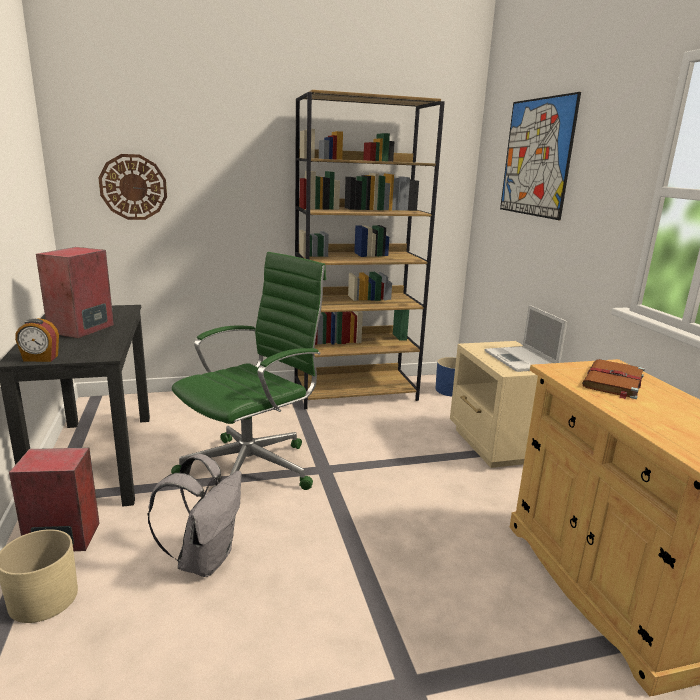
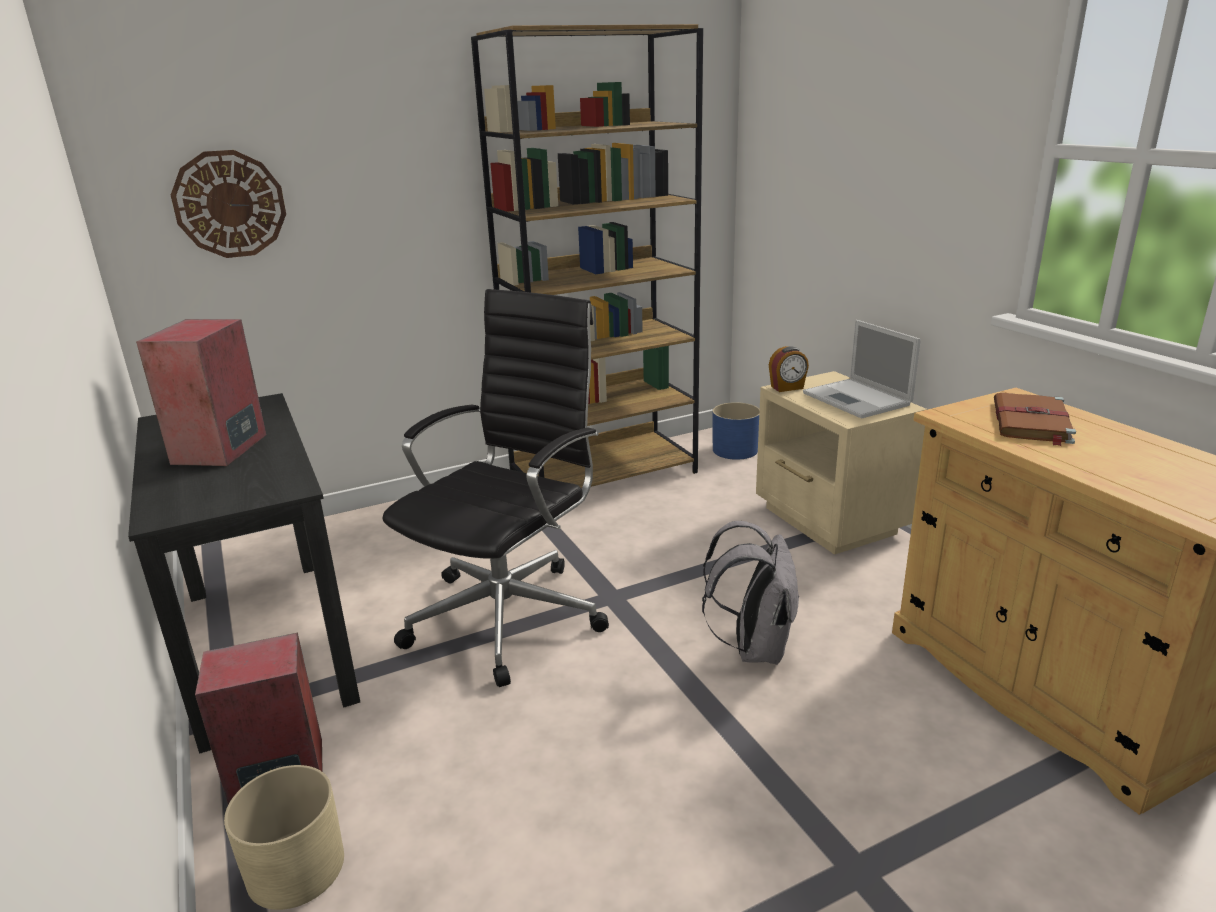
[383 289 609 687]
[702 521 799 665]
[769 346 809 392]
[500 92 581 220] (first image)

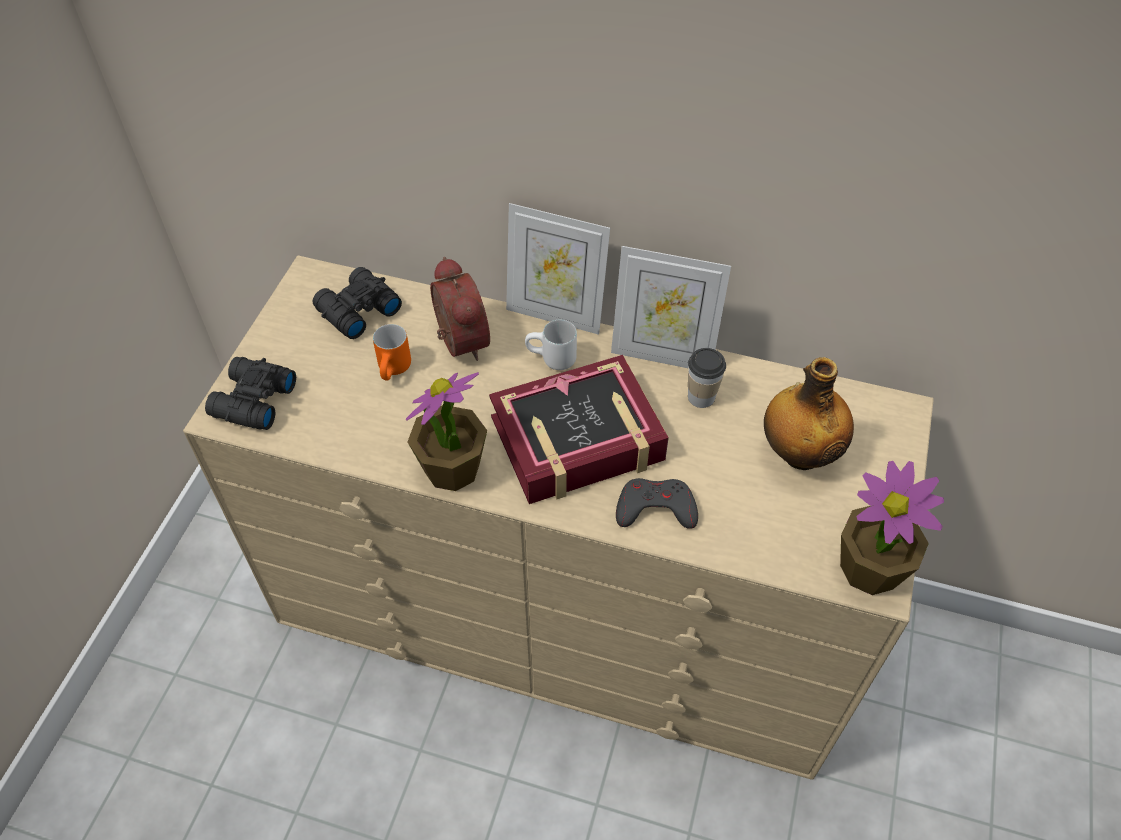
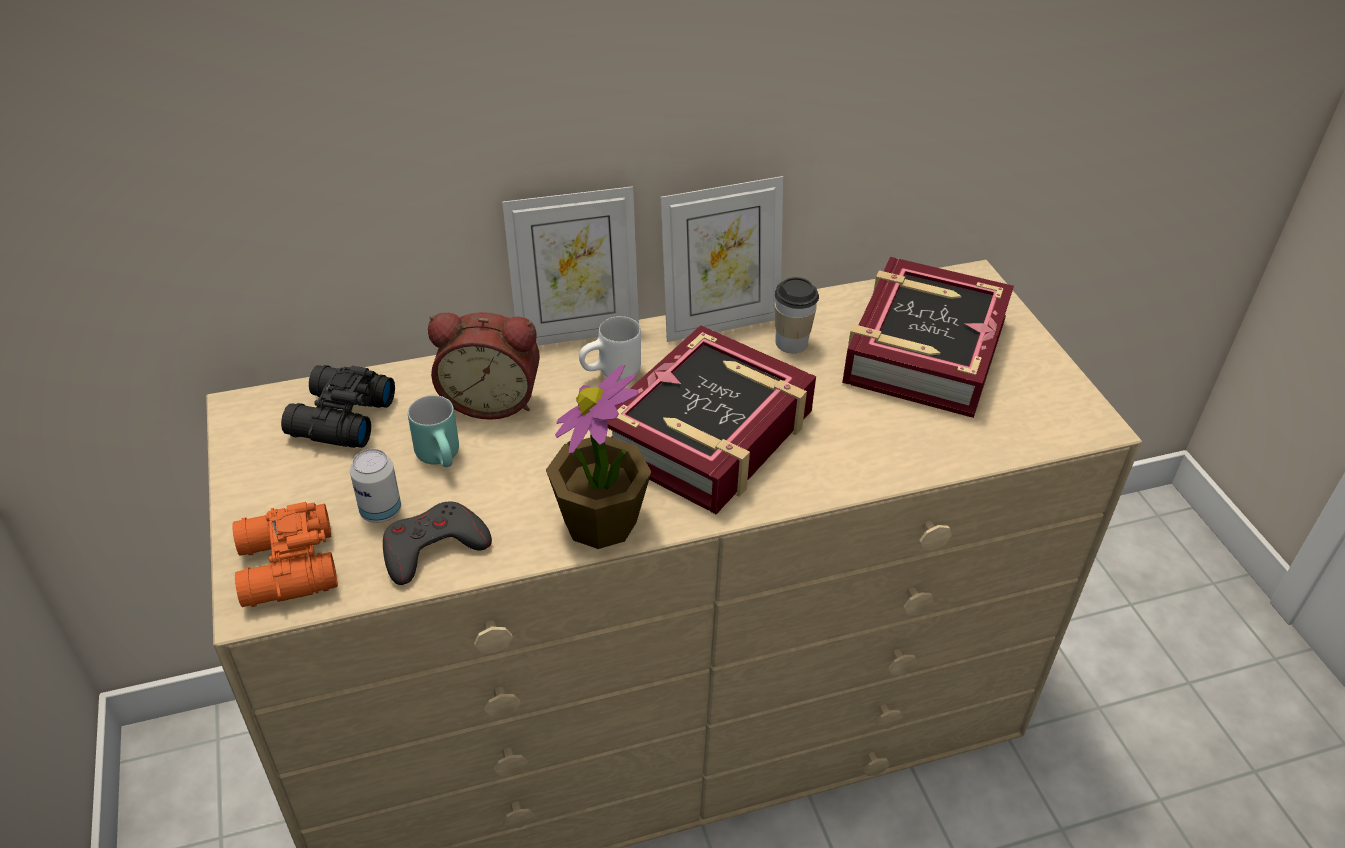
[232 502 338 607]
[350 449 401 523]
[383 502 492 585]
[408 395 459 467]
[428 312 540 420]
[842 257 1014 418]
[840 461 944 595] (first image)

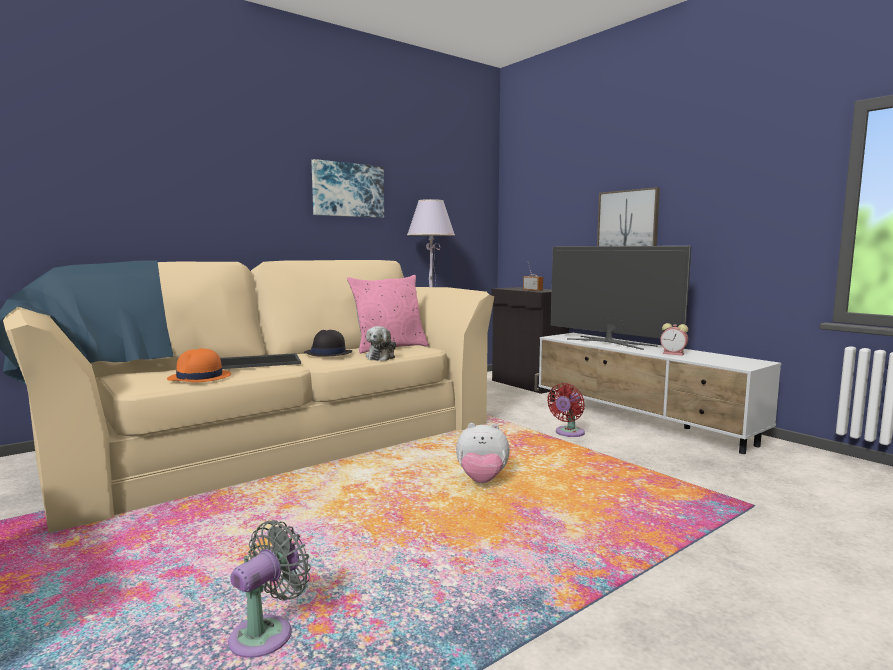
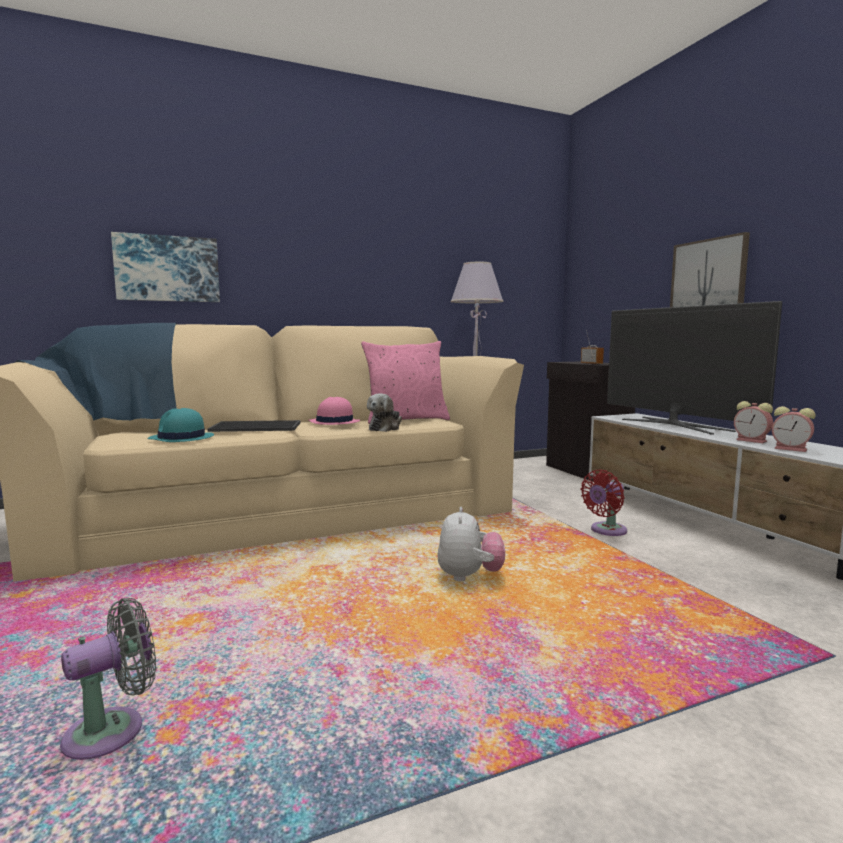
[111 232 220 302]
[148 408 214 442]
[309 397 360 425]
[437 507 505 581]
[772 406 816 452]

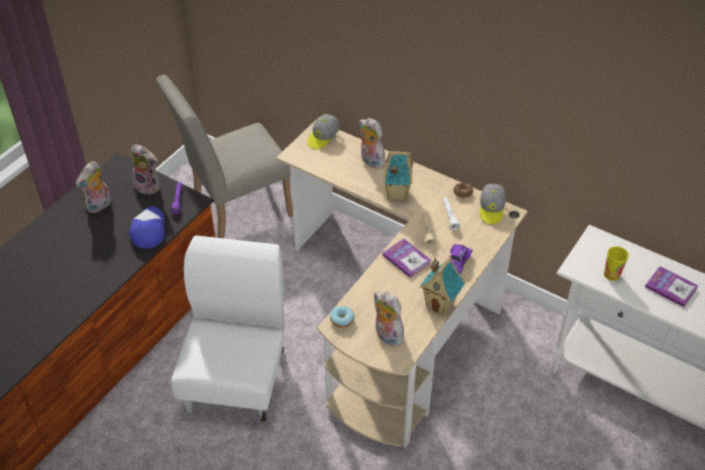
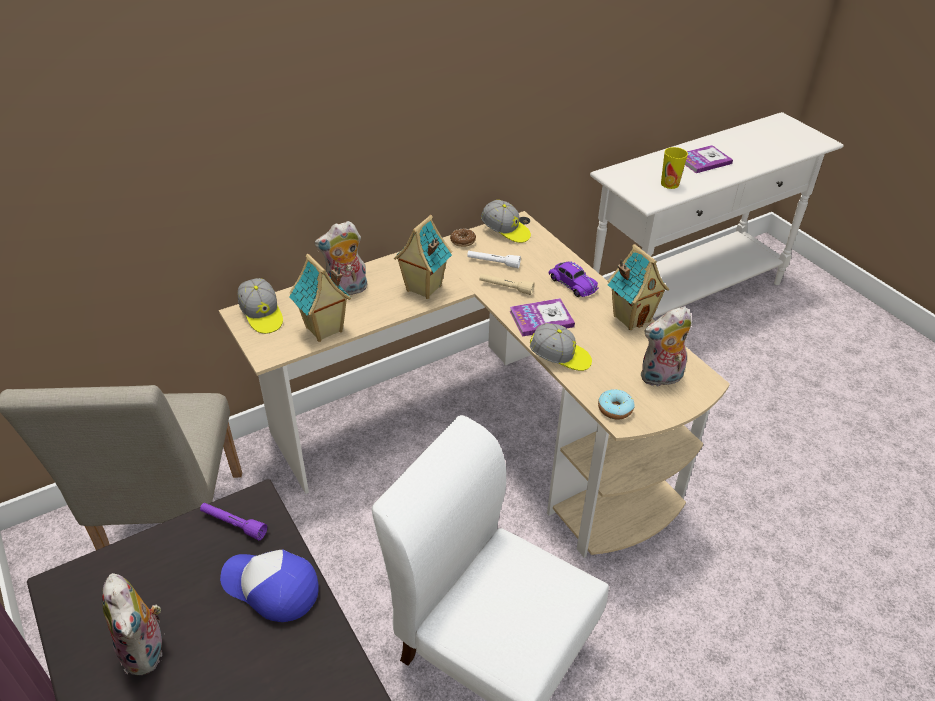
[289 254 351 342]
[530 323 592 371]
[130 144 160 195] (first image)

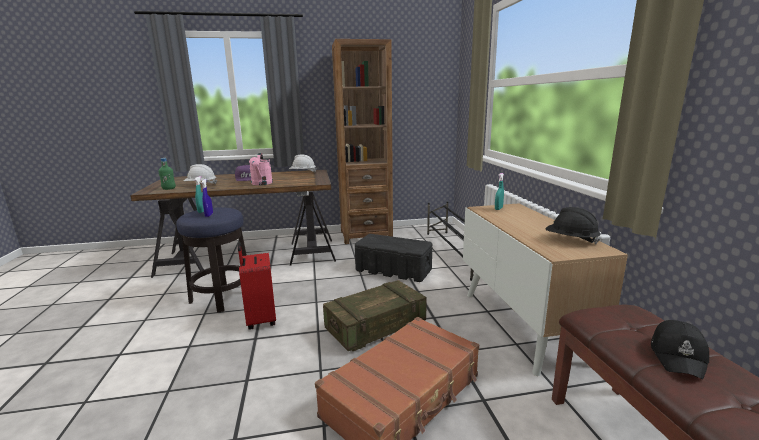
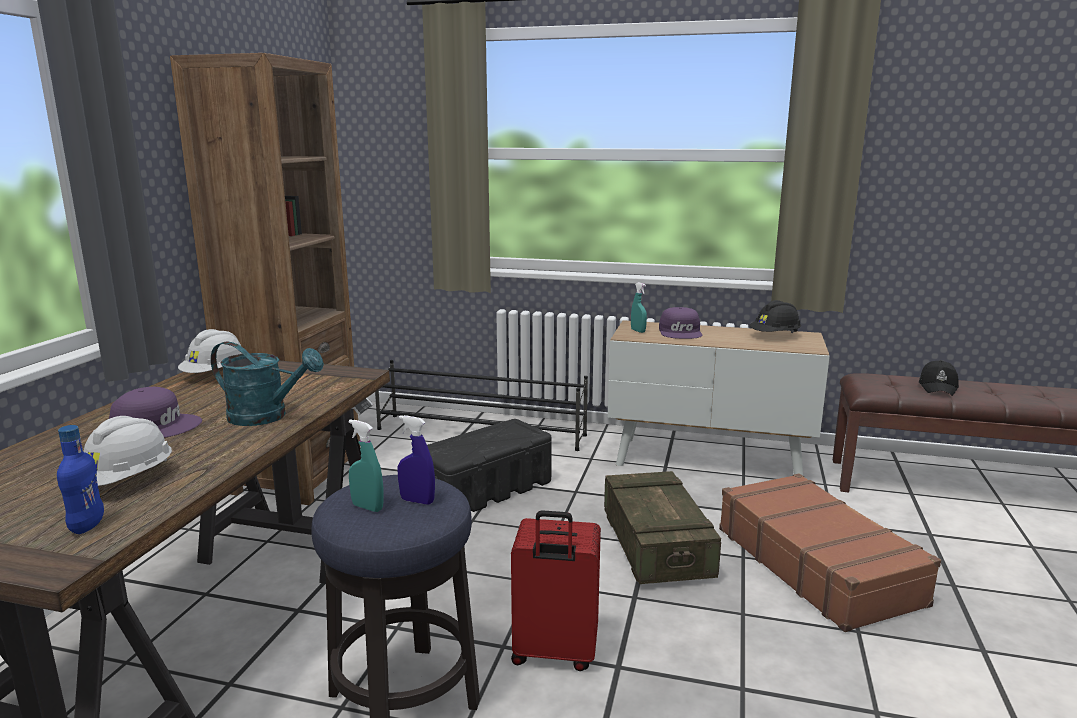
[57 425 104 534]
[211 341 324 426]
[659 307 702 339]
[919 360 959 396]

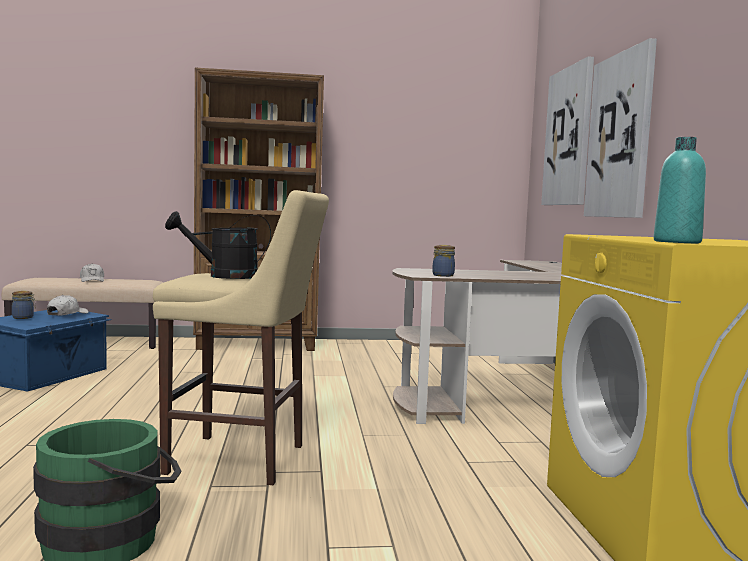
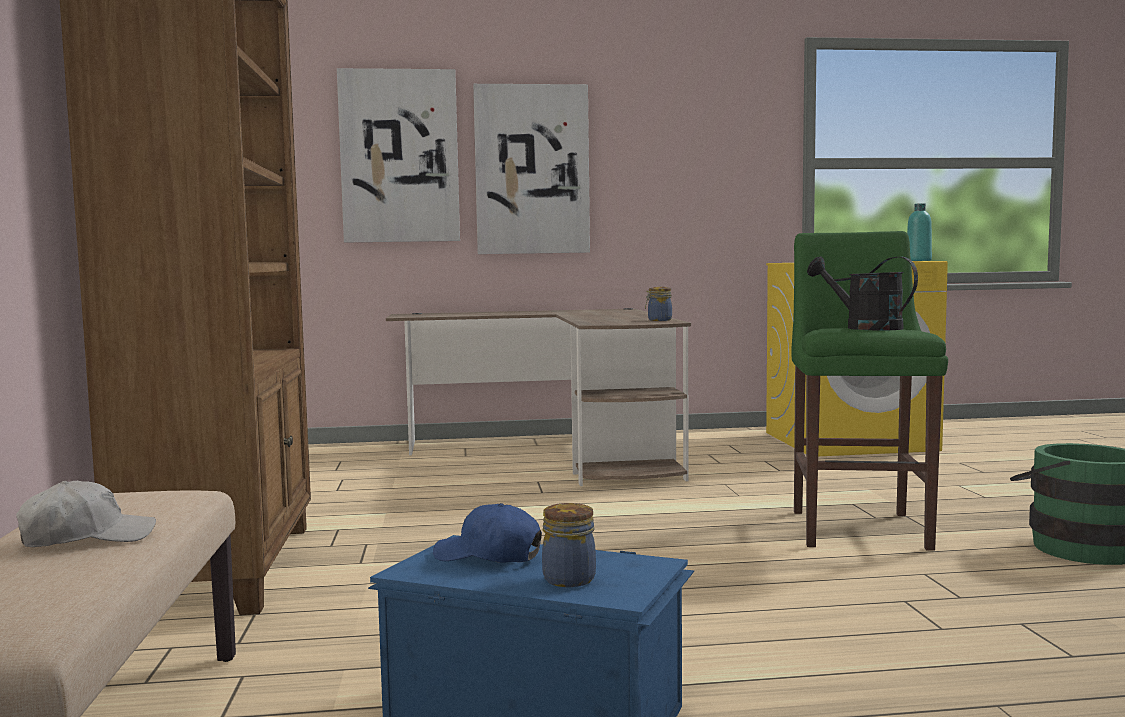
[433 503 542 563]
[791 231 948 551]
[807 256 918 330]

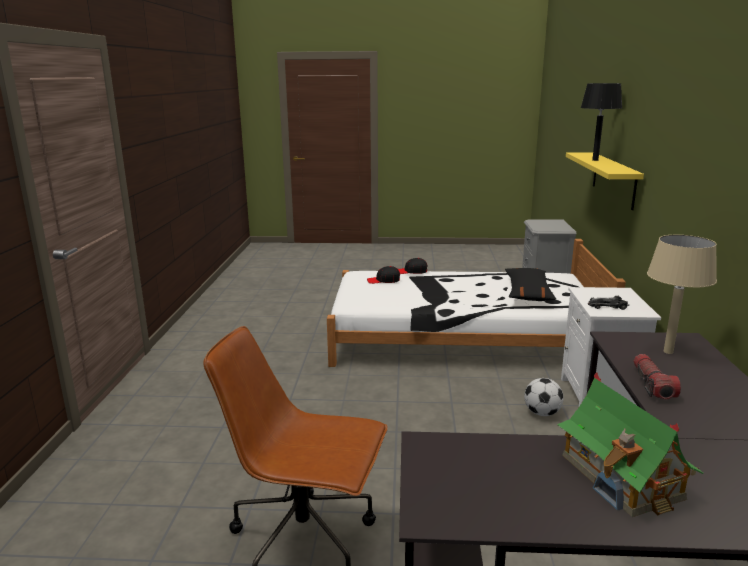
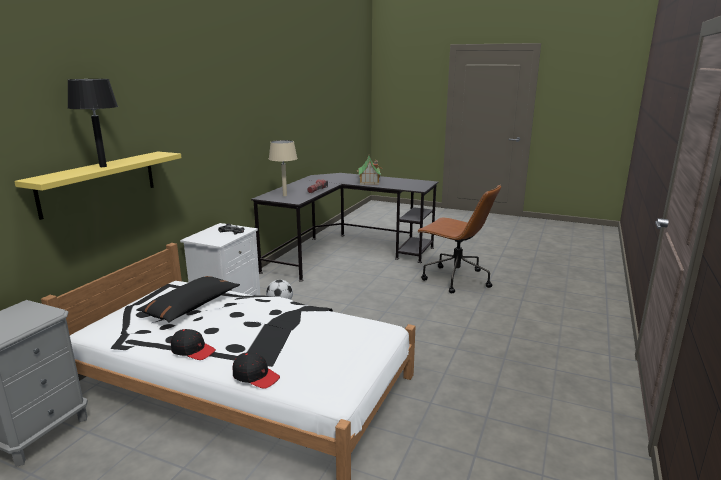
[171 329 216 360]

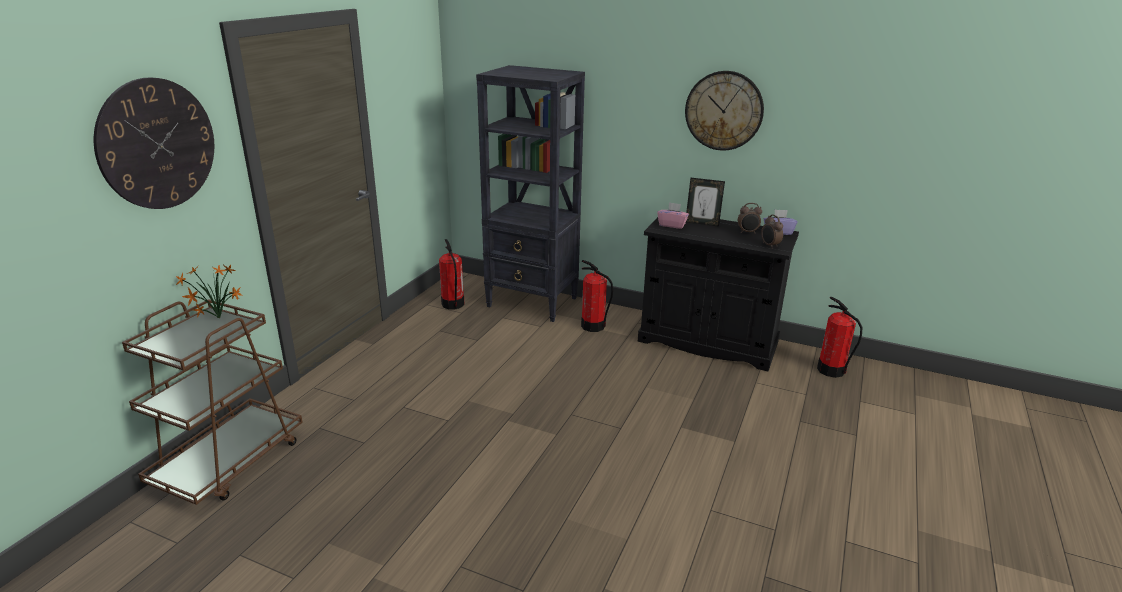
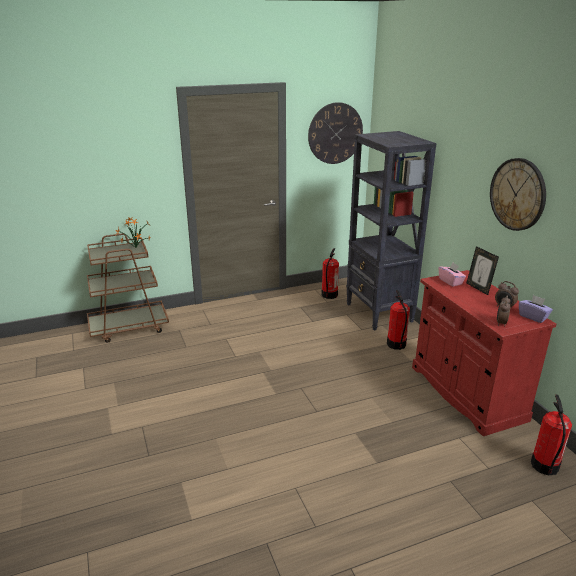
[308 102 363 164]
[412 270 556 436]

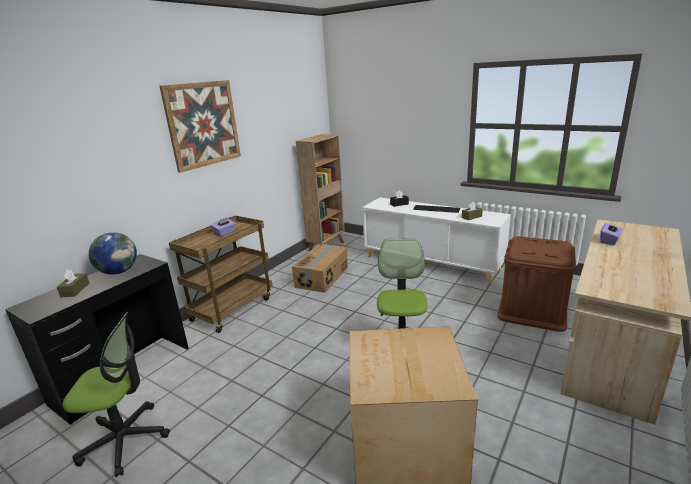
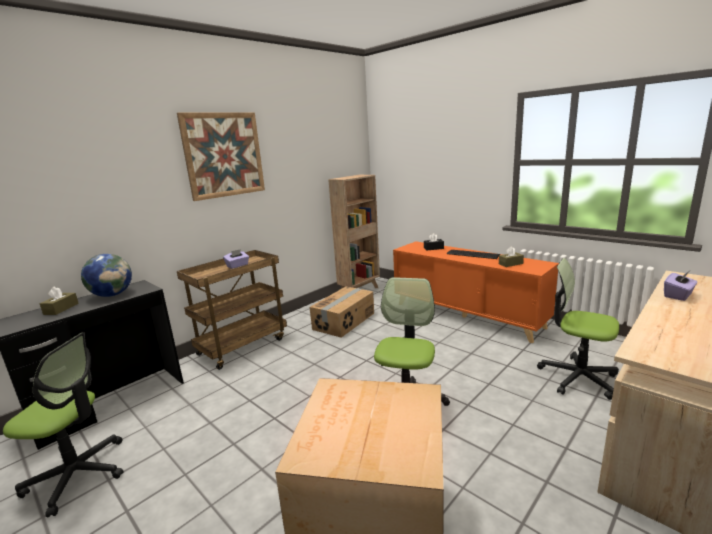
[393 241 559 343]
[537 258 619 400]

